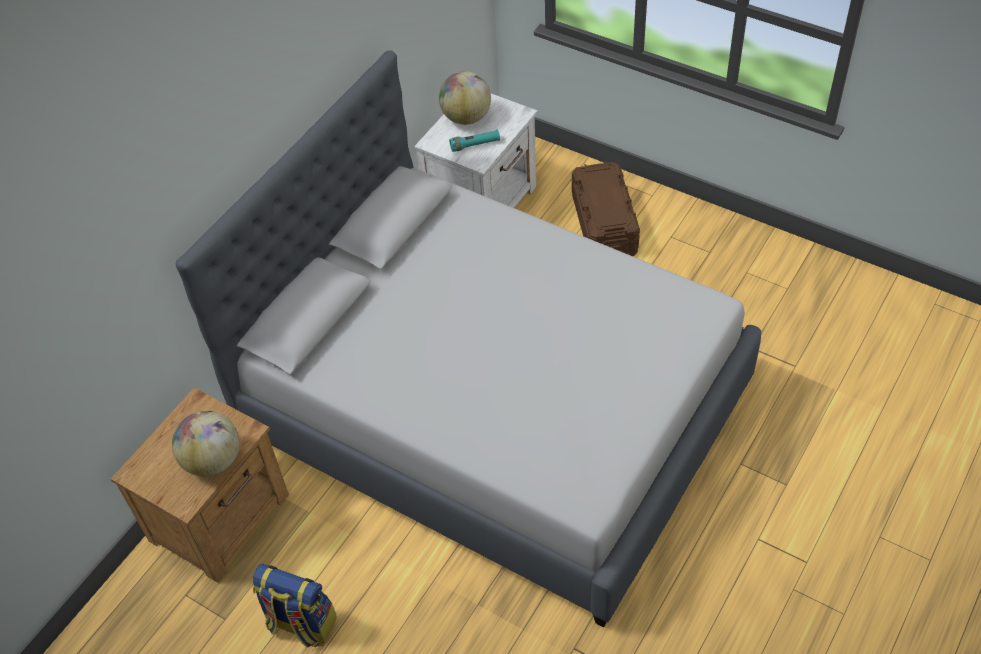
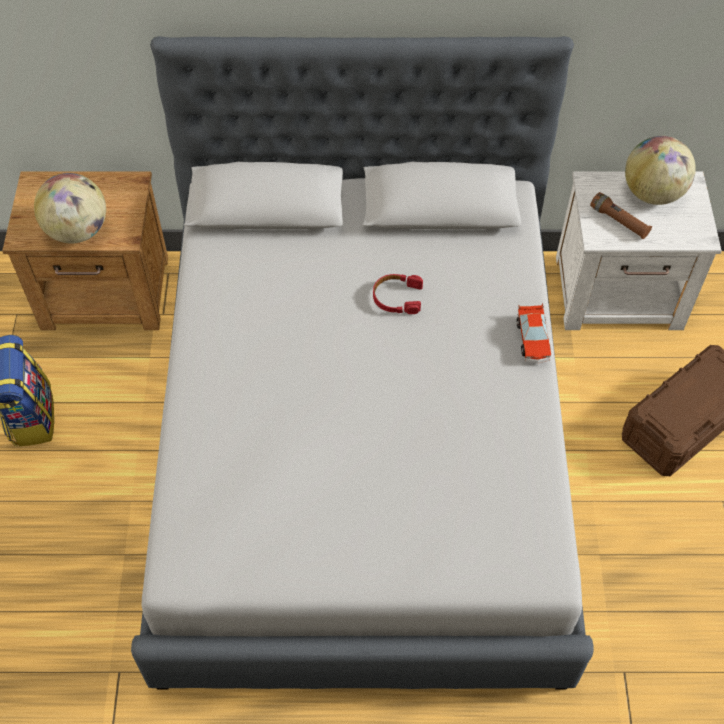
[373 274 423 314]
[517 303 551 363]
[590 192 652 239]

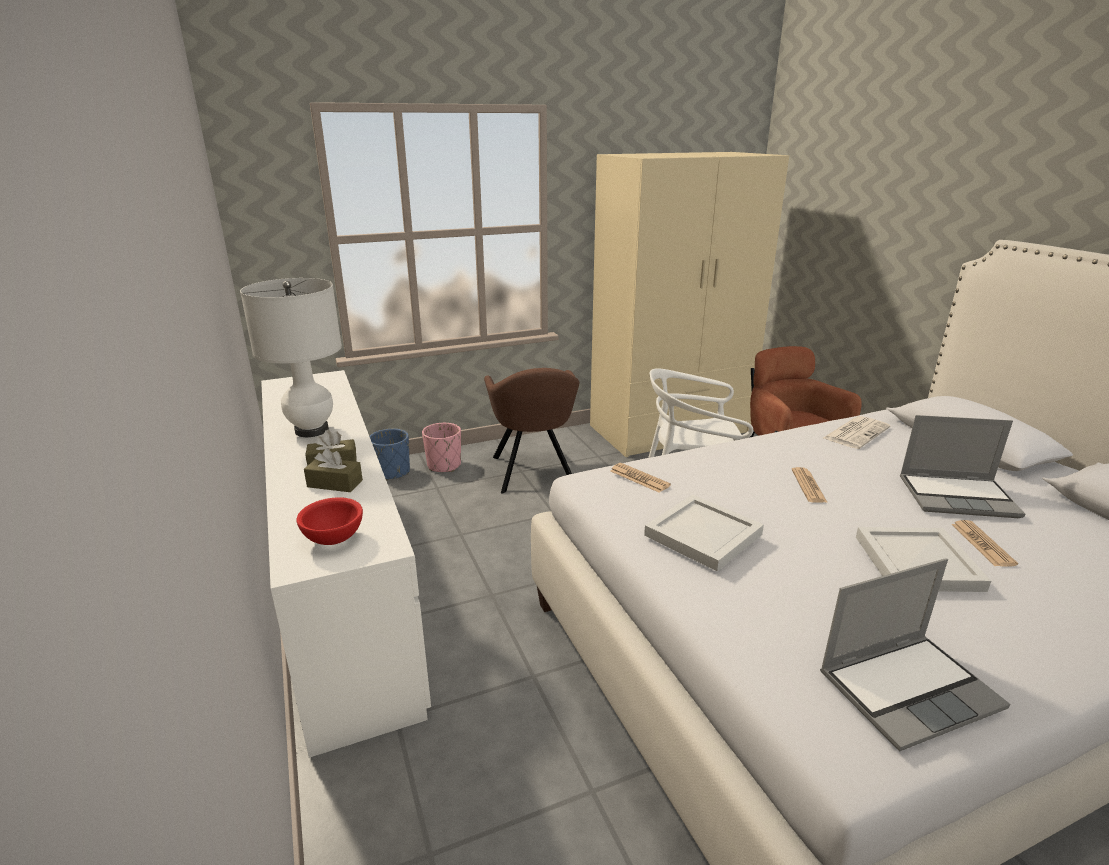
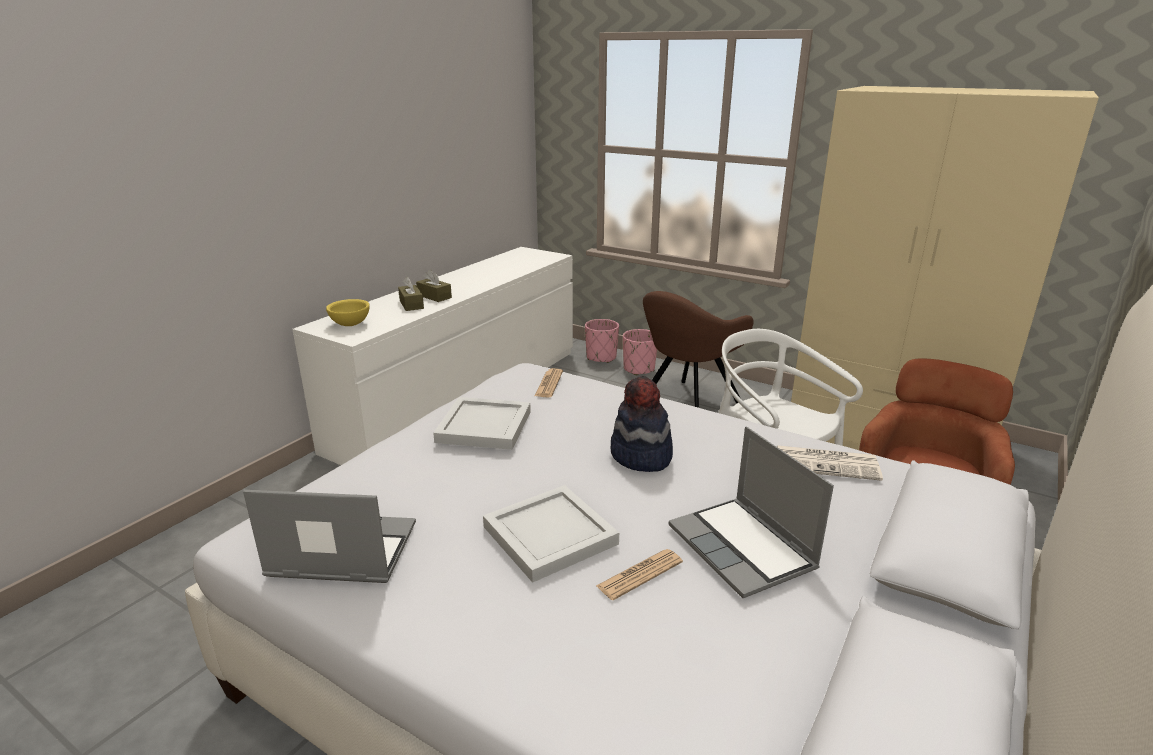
[243 490 416 583]
[326 299 370 326]
[585 319 619 363]
[611 376 673 472]
[240 278 342 437] (first image)

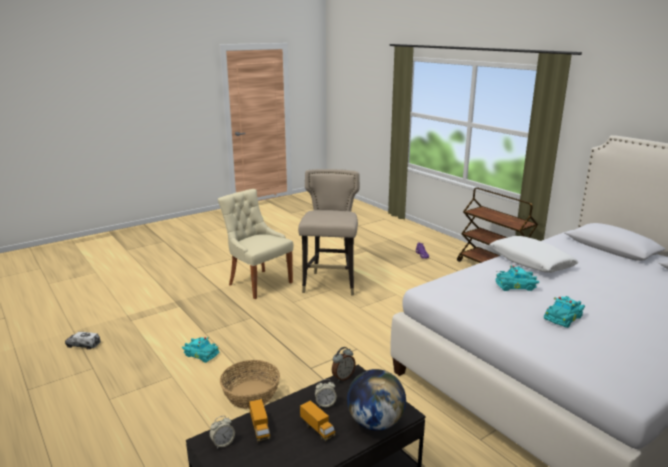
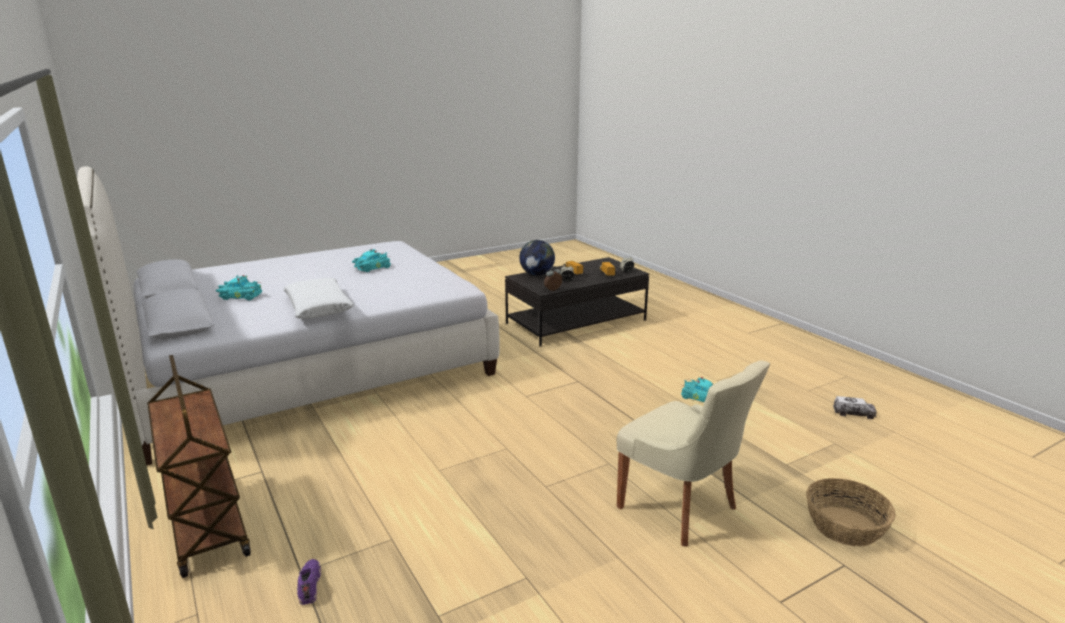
[216 275 262 300]
[806 478 896 547]
[298 169 360 295] (first image)

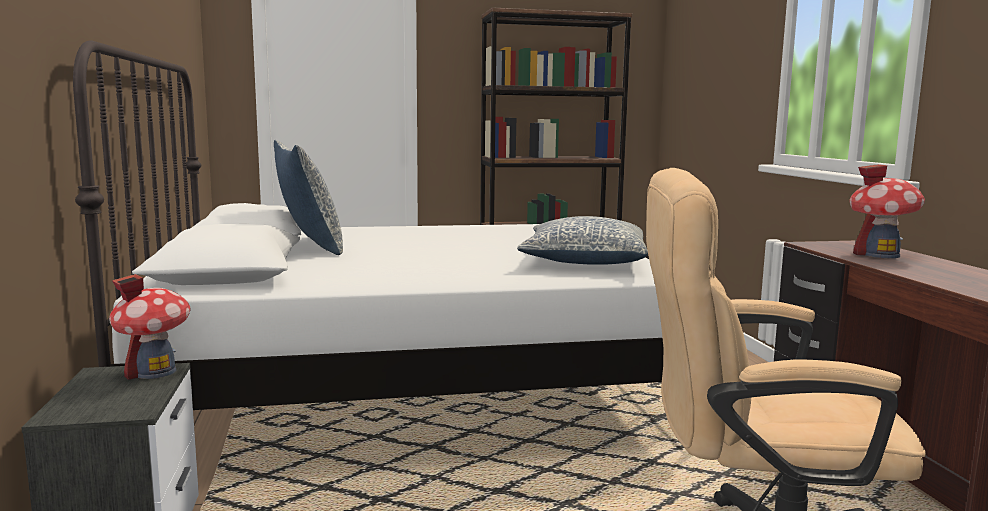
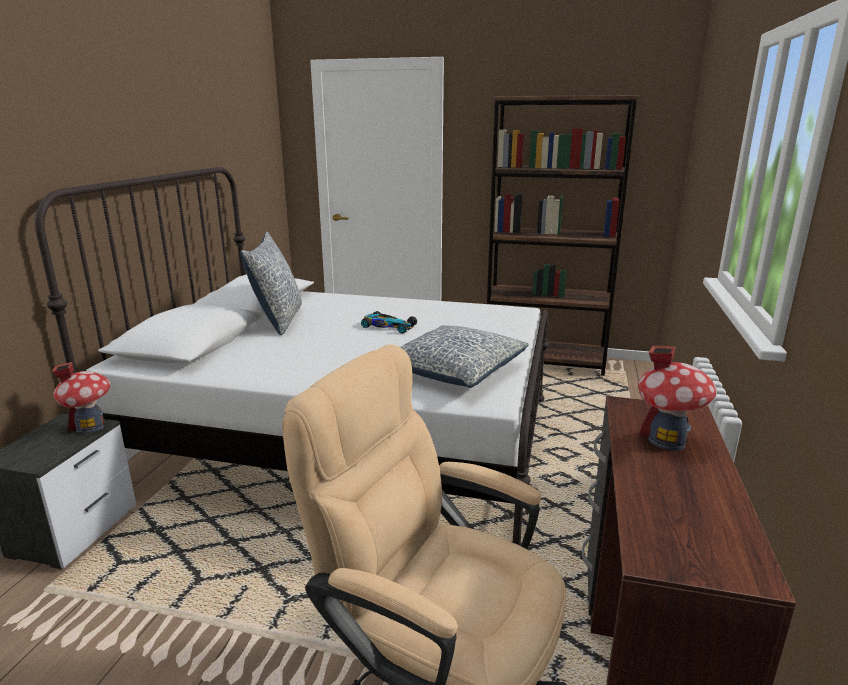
[361 311 417 334]

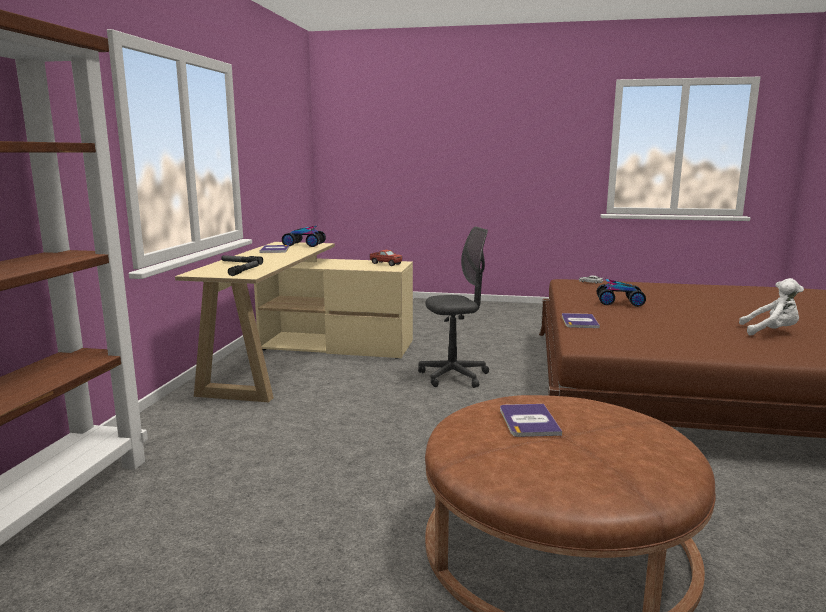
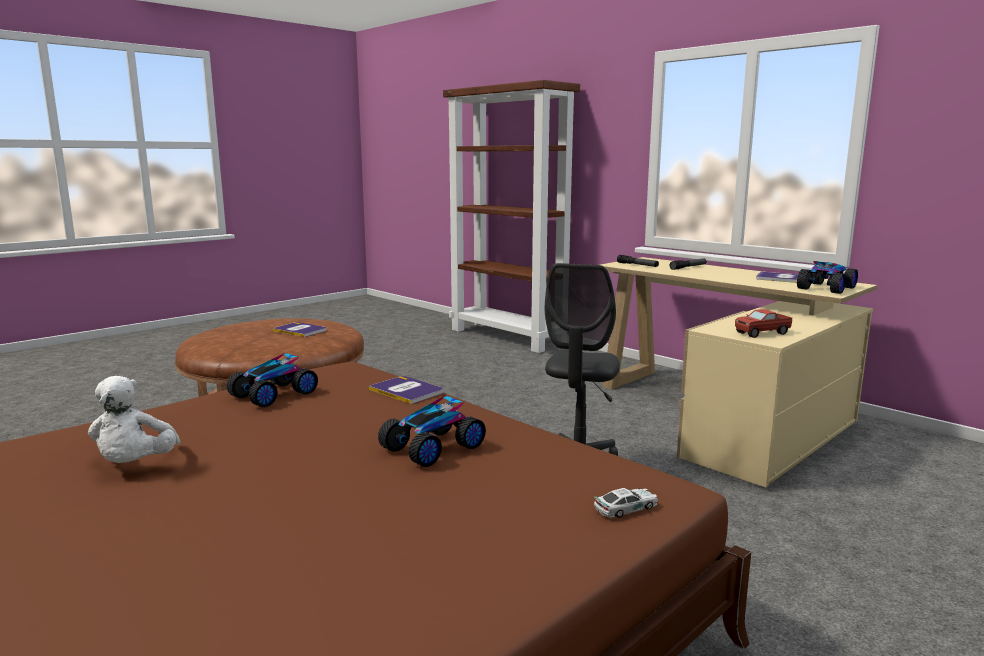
[88 376 180 463]
[227 353 318 407]

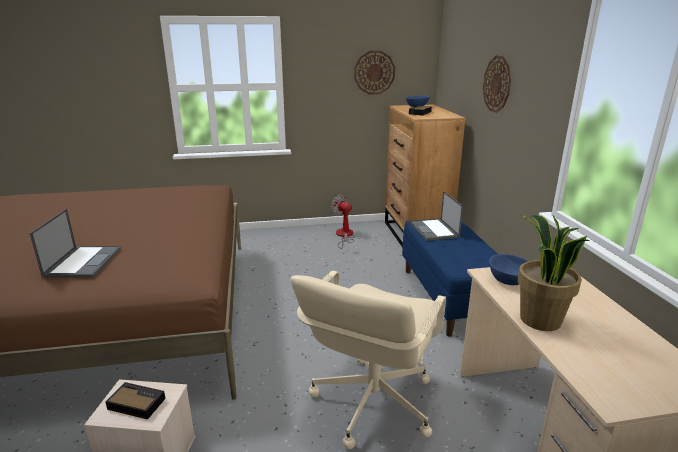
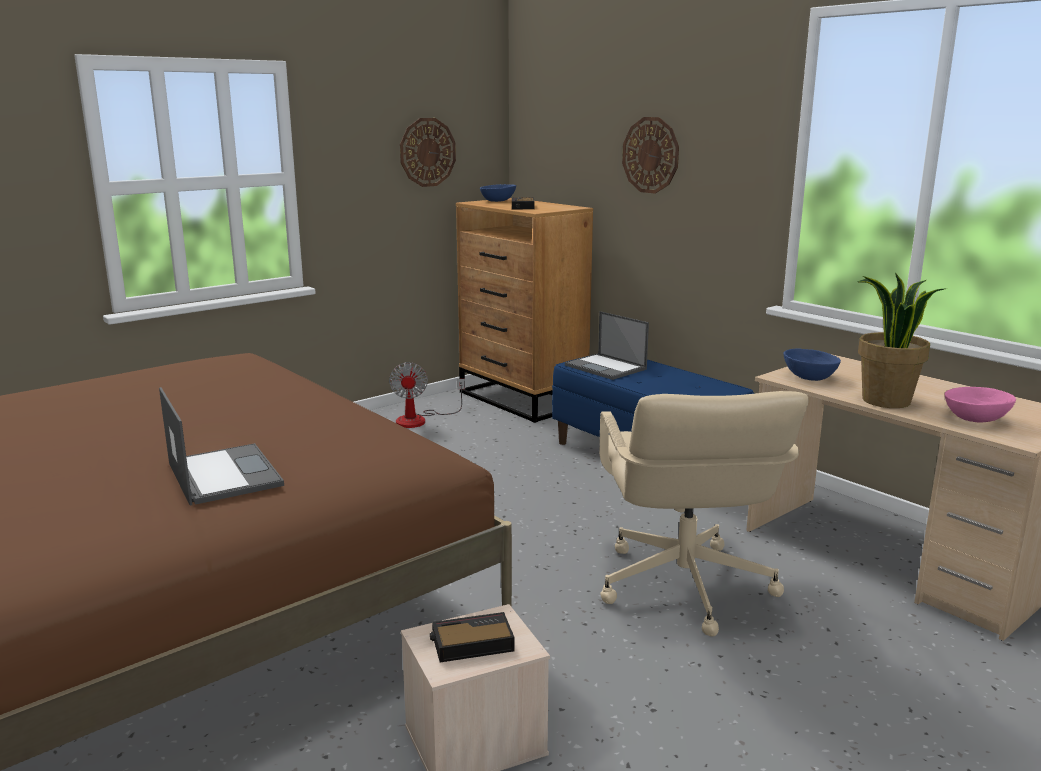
[389 362 465 428]
[945 387 1016 422]

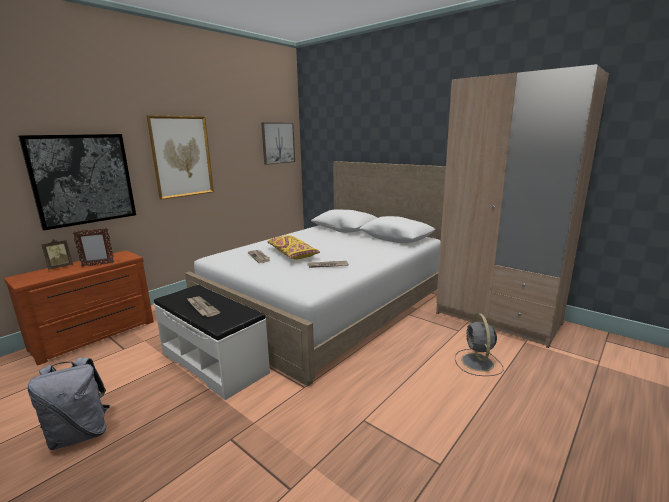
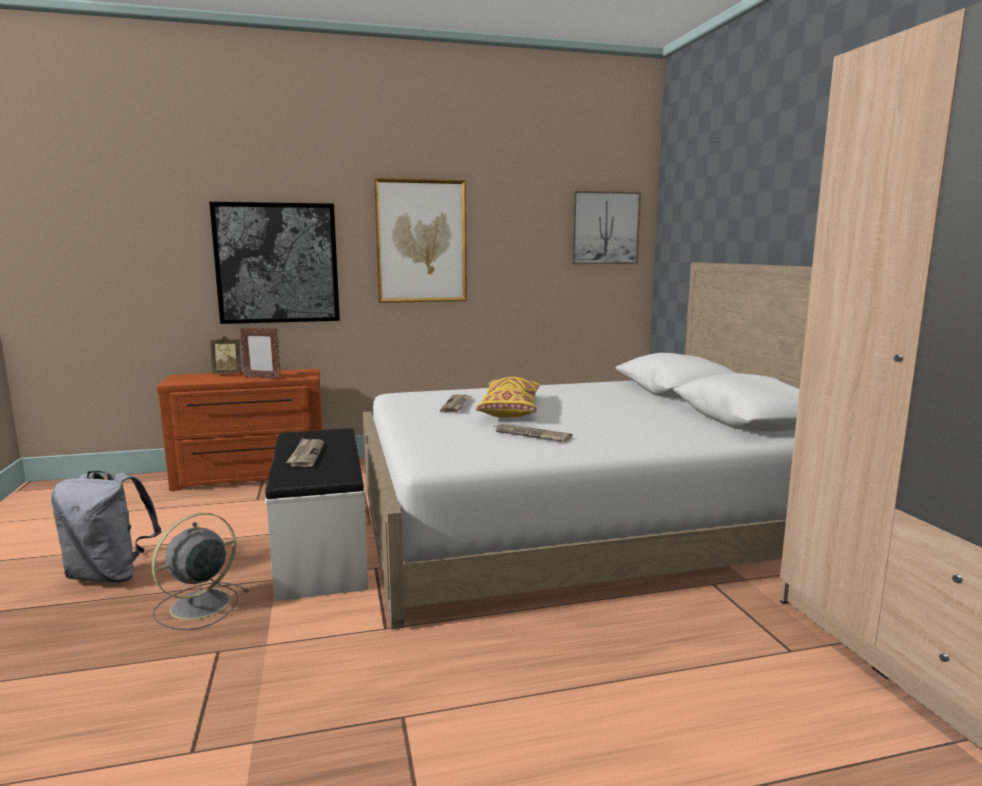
[151 513 249 630]

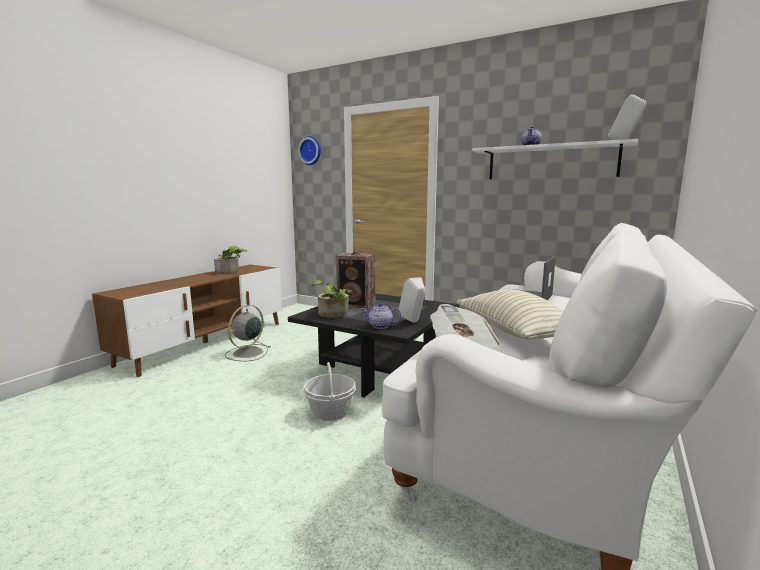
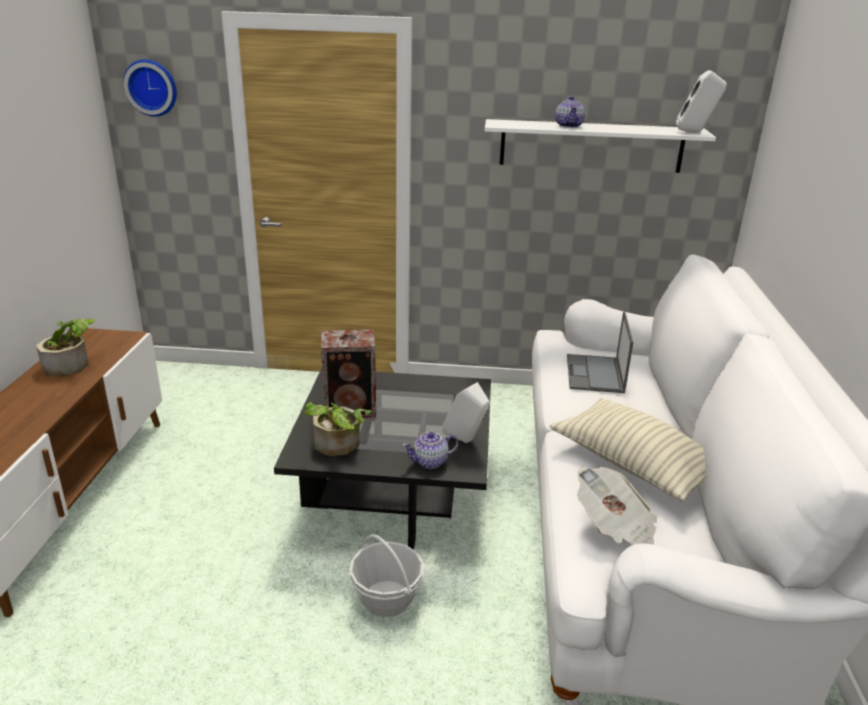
[225 305 270 361] (first image)

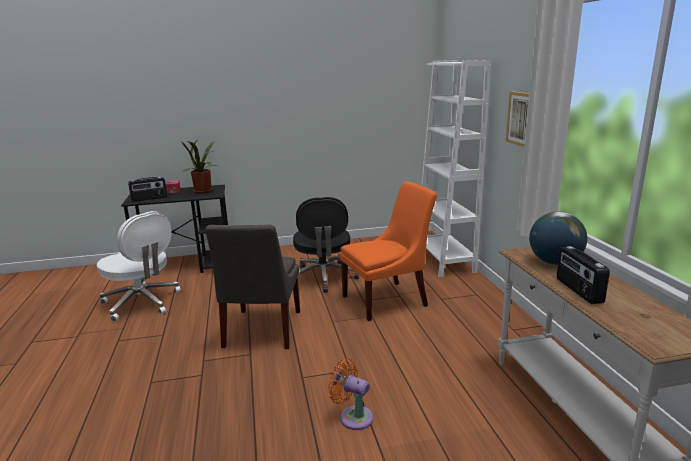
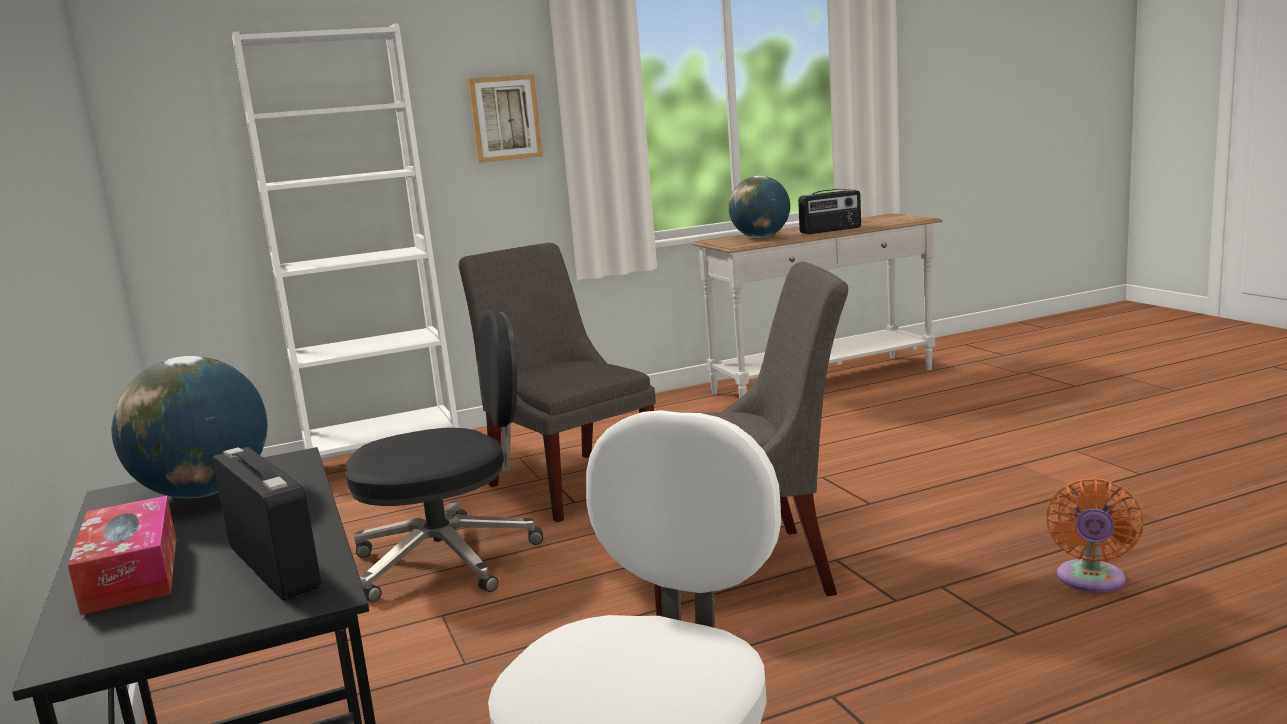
[112 356 267 498]
[459 243 656 522]
[1046 478 1143 593]

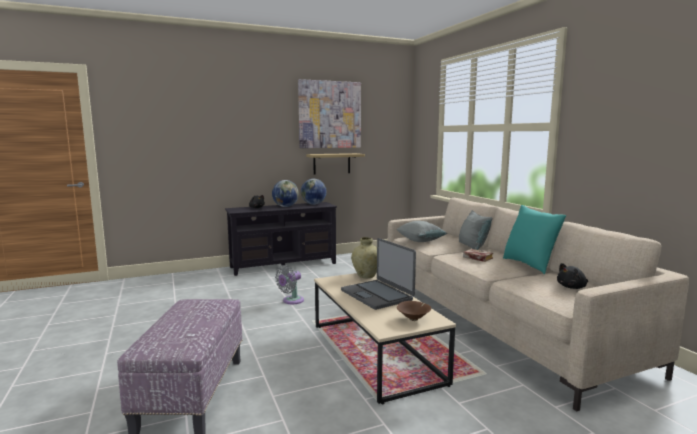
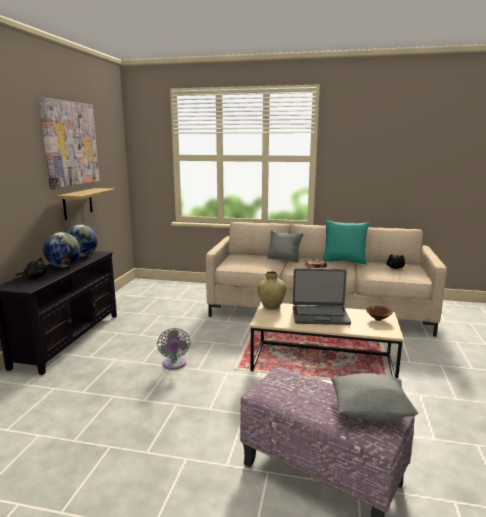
[331 373 418 421]

